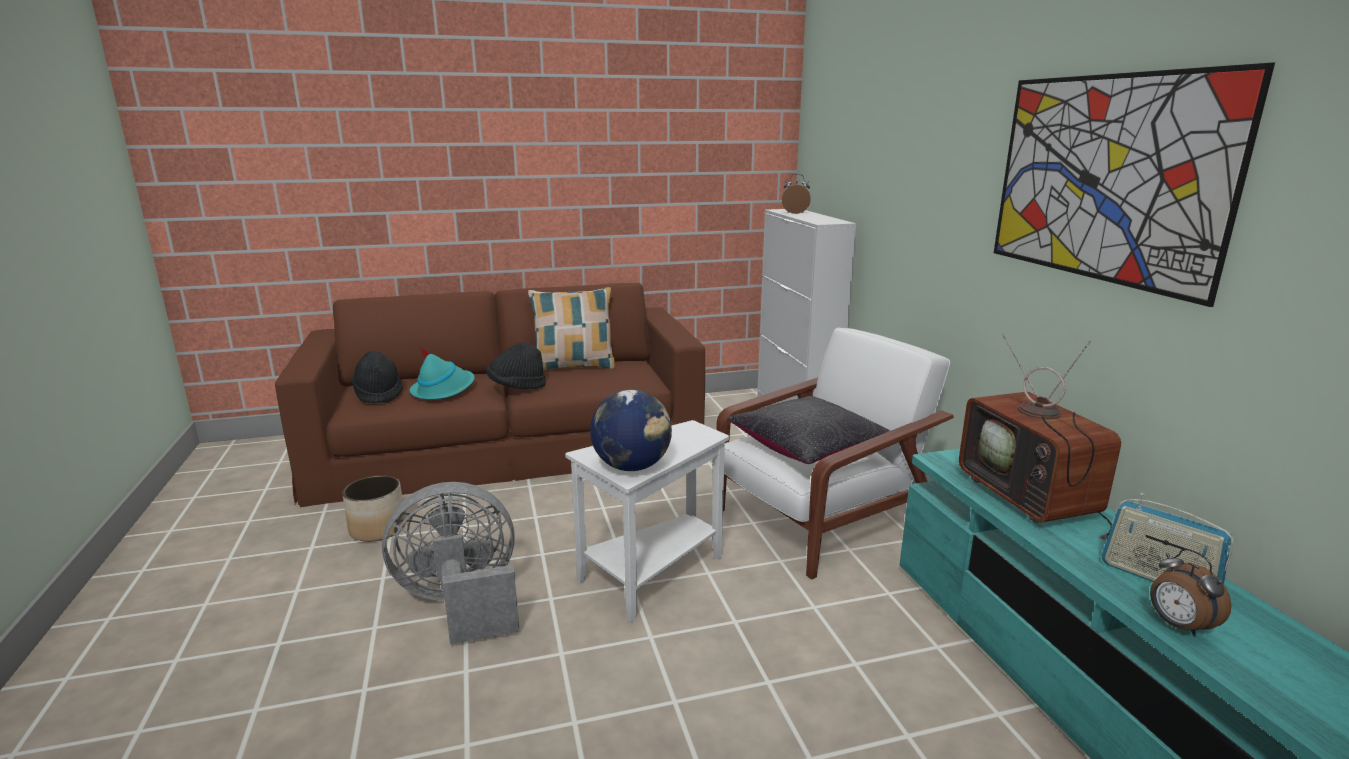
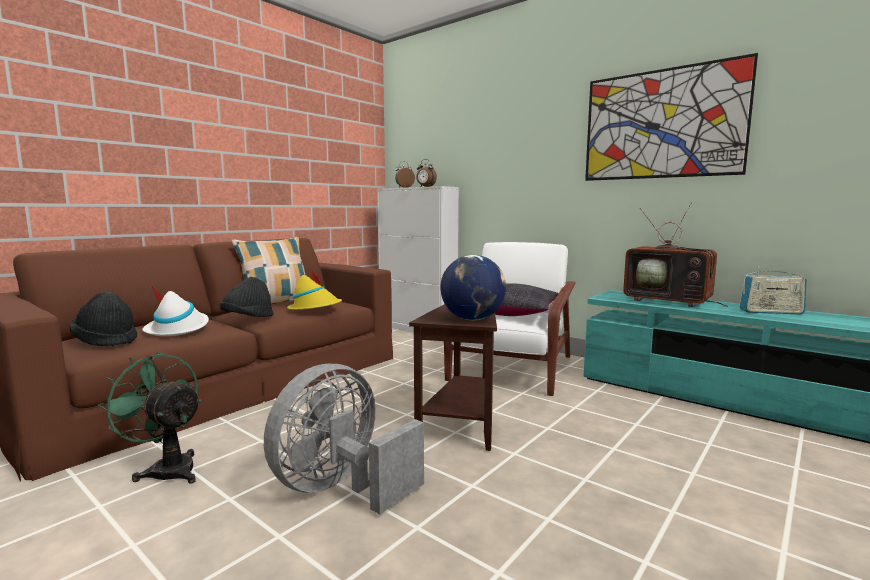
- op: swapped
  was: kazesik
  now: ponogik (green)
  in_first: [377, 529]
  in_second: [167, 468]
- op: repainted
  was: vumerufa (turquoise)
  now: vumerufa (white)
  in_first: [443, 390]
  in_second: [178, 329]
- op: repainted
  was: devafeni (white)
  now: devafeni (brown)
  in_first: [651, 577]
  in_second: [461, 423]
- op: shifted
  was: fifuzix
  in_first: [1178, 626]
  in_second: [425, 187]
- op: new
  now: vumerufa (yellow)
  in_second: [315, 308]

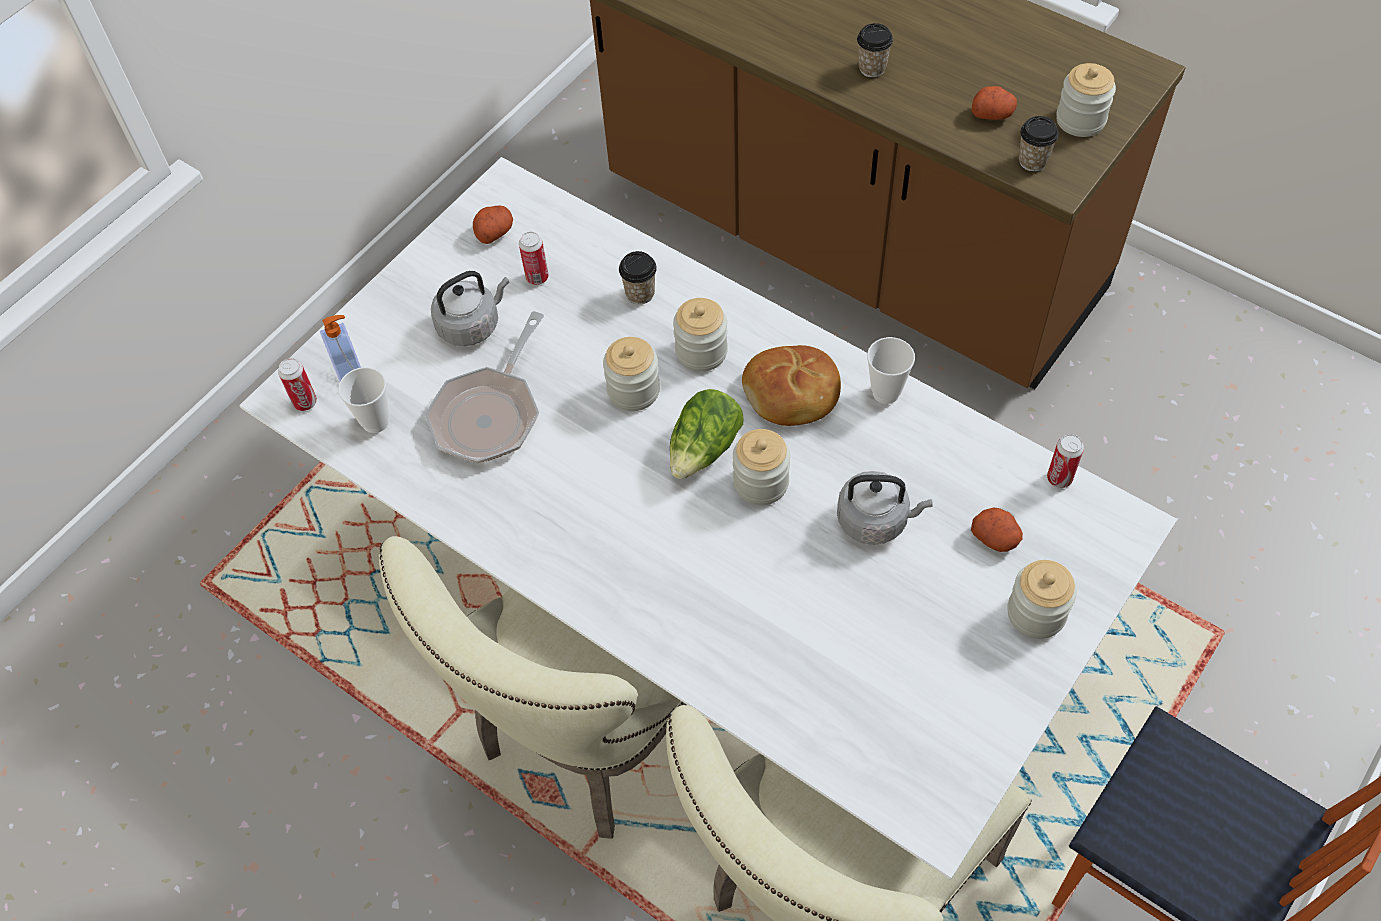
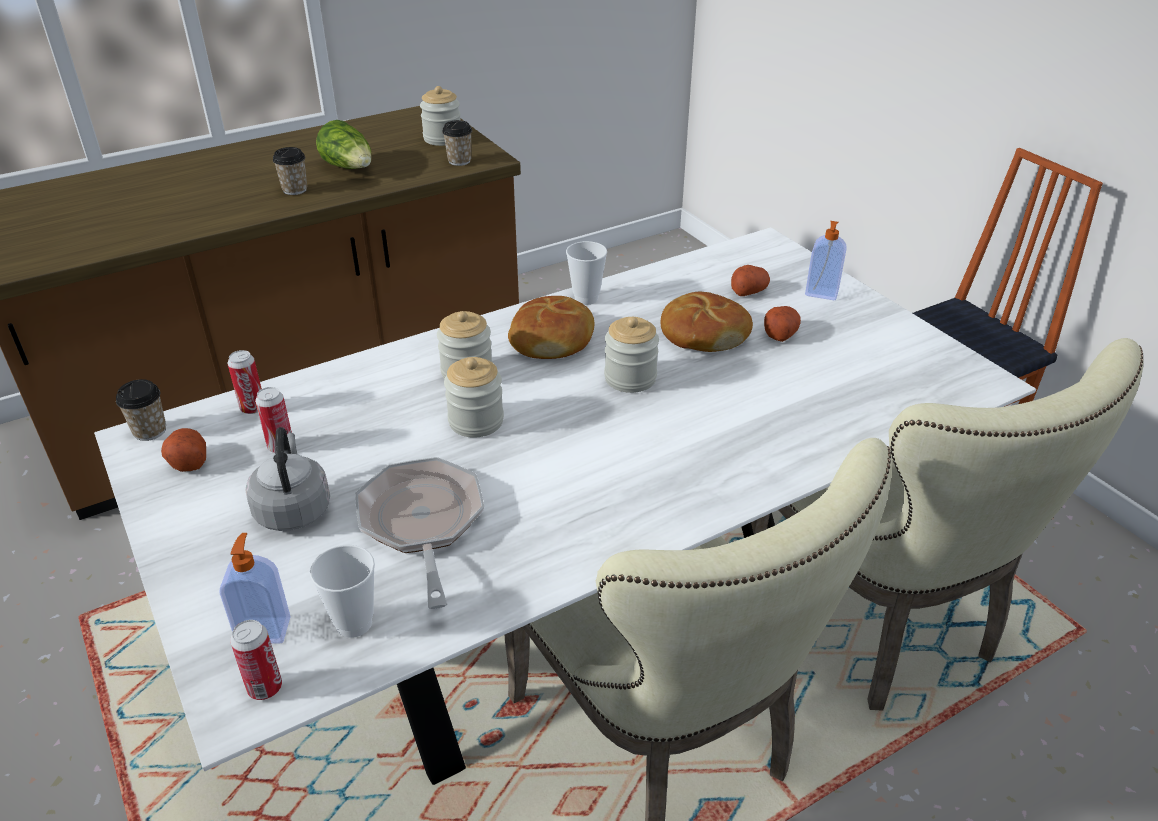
- op: rotated
  was: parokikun
  in_first: [490, 413]
  in_second: [422, 524]
  clockwise: -150
- op: shifted
  was: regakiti
  in_first: [640, 293]
  in_second: [150, 431]
- op: shifted
  was: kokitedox
  in_first: [704, 449]
  in_second: [350, 168]
- op: swapped
  was: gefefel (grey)
  now: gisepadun
  in_first: [876, 520]
  in_second: [703, 334]
- op: shifted
  was: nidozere
  in_first: [992, 113]
  in_second: [780, 333]
- op: swapped
  was: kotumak
  now: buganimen
  in_first: [1036, 613]
  in_second: [821, 293]
- op: shifted
  was: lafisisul
  in_first: [1059, 478]
  in_second: [253, 408]

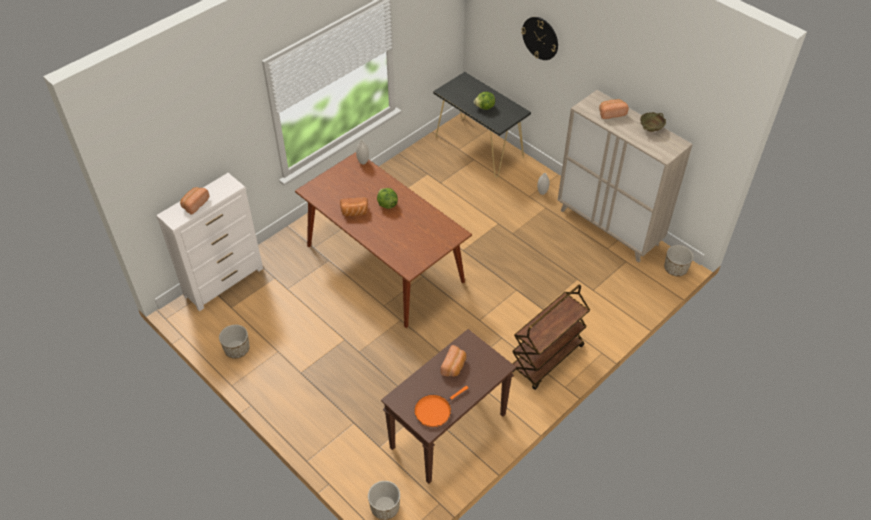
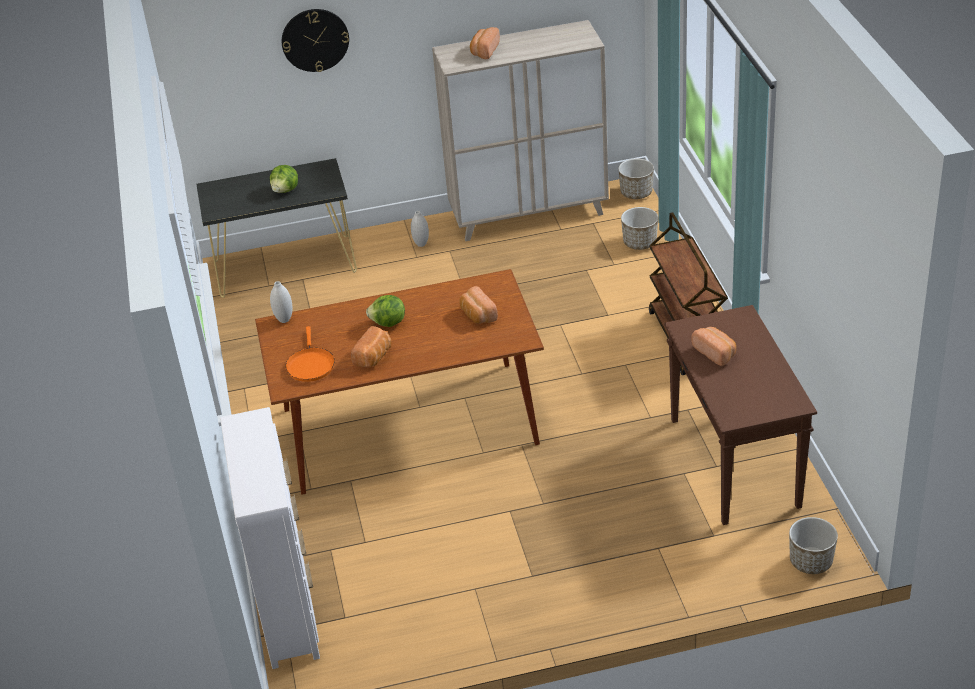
- op: shifted
  was: gisepadun
  in_first: [195, 204]
  in_second: [477, 315]
- op: shifted
  was: kazesik
  in_first: [237, 349]
  in_second: [640, 242]
- op: shifted
  was: parokikun (orange)
  in_first: [435, 410]
  in_second: [310, 365]
- op: gone
  was: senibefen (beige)
  in_first: [651, 128]

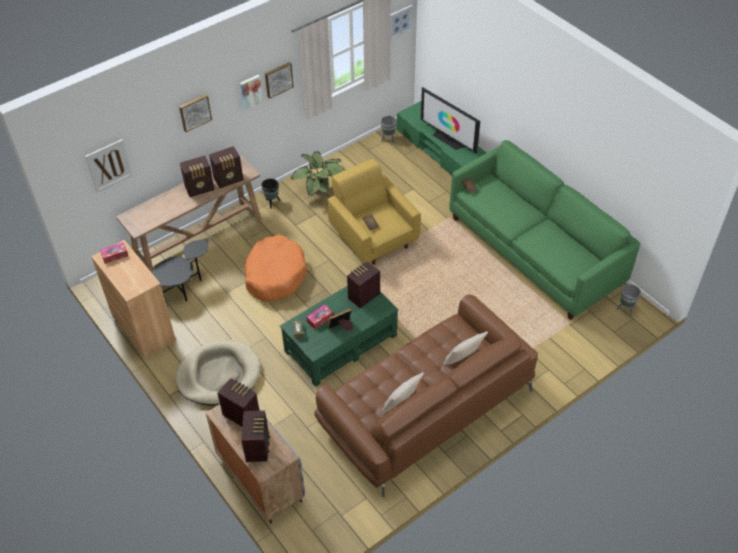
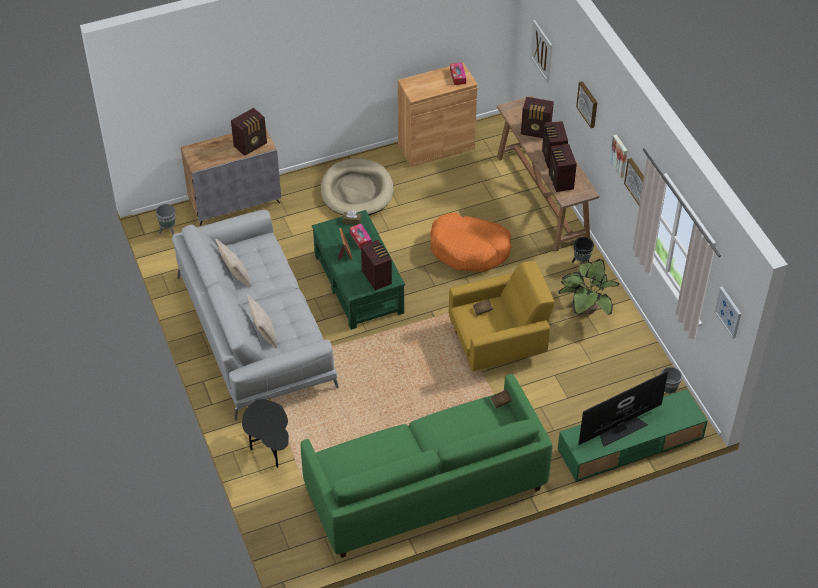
- op: shifted
  was: devafeni (black)
  in_first: [184, 289]
  in_second: [270, 449]
- op: shifted
  was: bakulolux
  in_first: [258, 446]
  in_second: [536, 131]
- op: repainted
  was: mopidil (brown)
  now: mopidil (grey)
  in_first: [425, 408]
  in_second: [254, 330]
- op: shifted
  was: kazesik (grey)
  in_first: [625, 309]
  in_second: [168, 231]

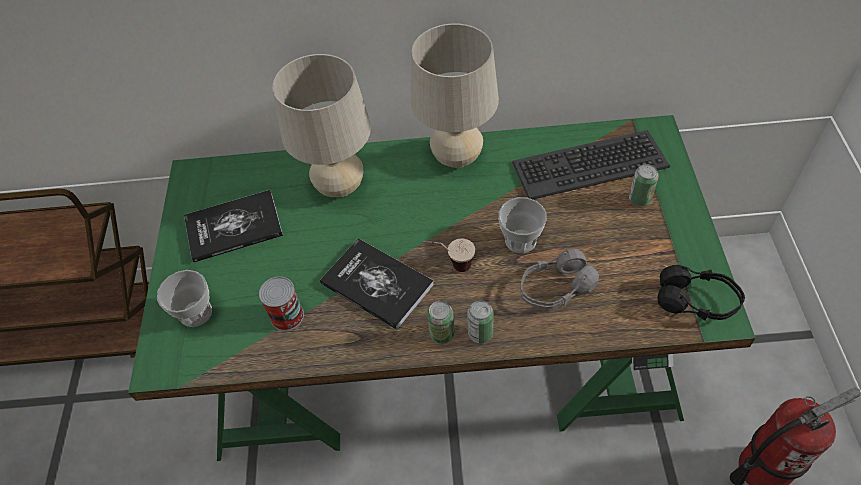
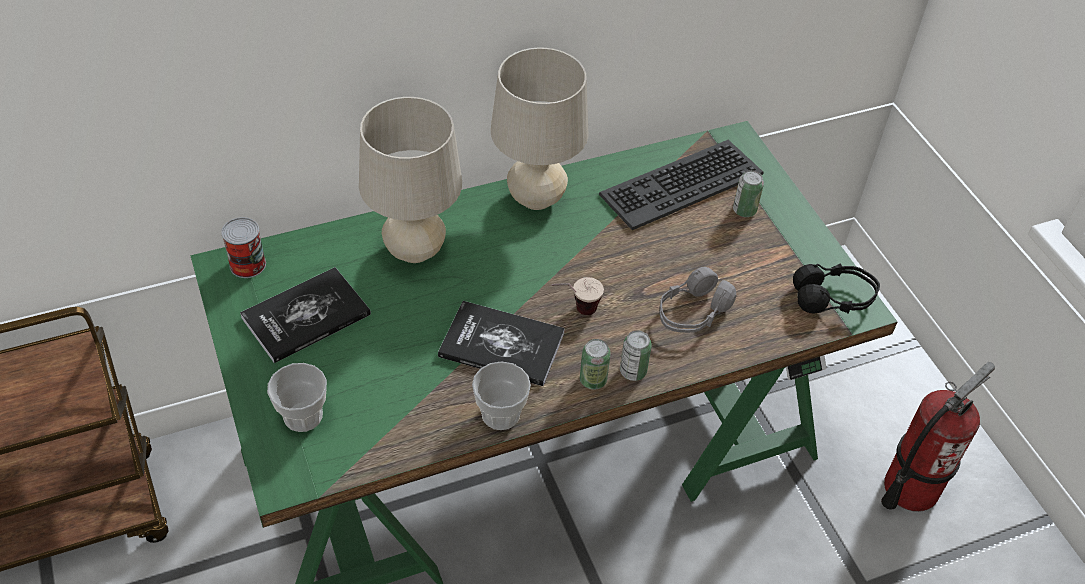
- op: shifted
  was: lafisisul
  in_first: [287, 315]
  in_second: [248, 264]
- op: shifted
  was: regakiti
  in_first: [520, 240]
  in_second: [500, 414]

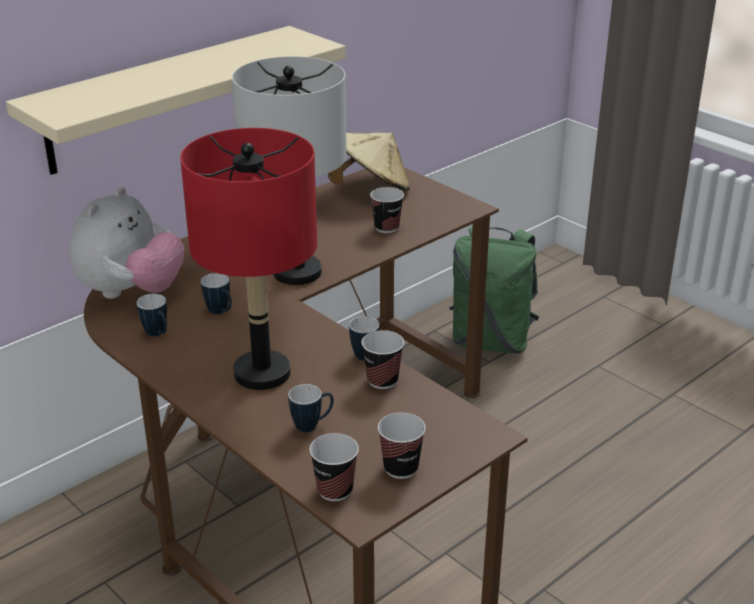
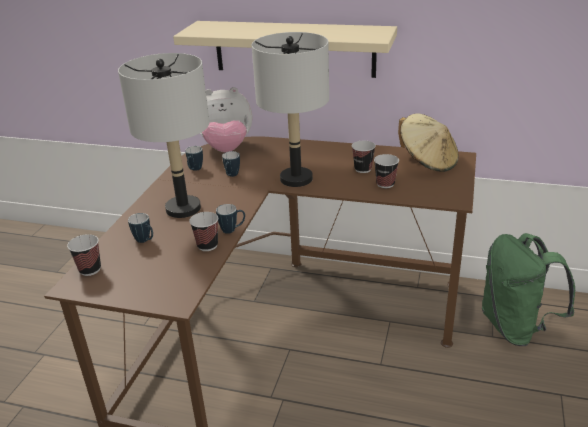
- op: repainted
  was: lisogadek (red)
  now: lisogadek (grey)
  in_first: [263, 373]
  in_second: [183, 209]
- op: shifted
  was: regakiti
  in_first: [401, 468]
  in_second: [363, 169]

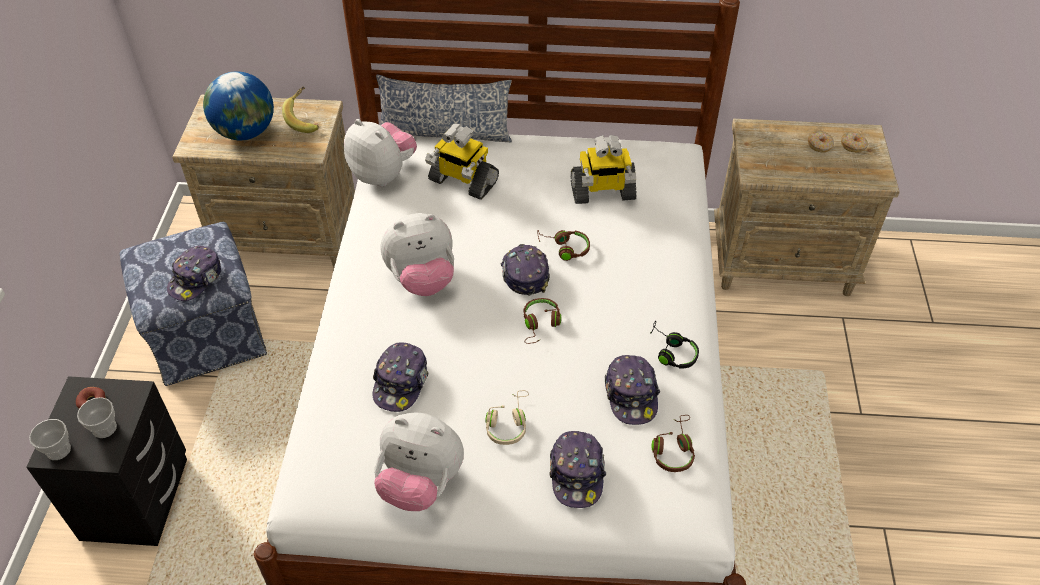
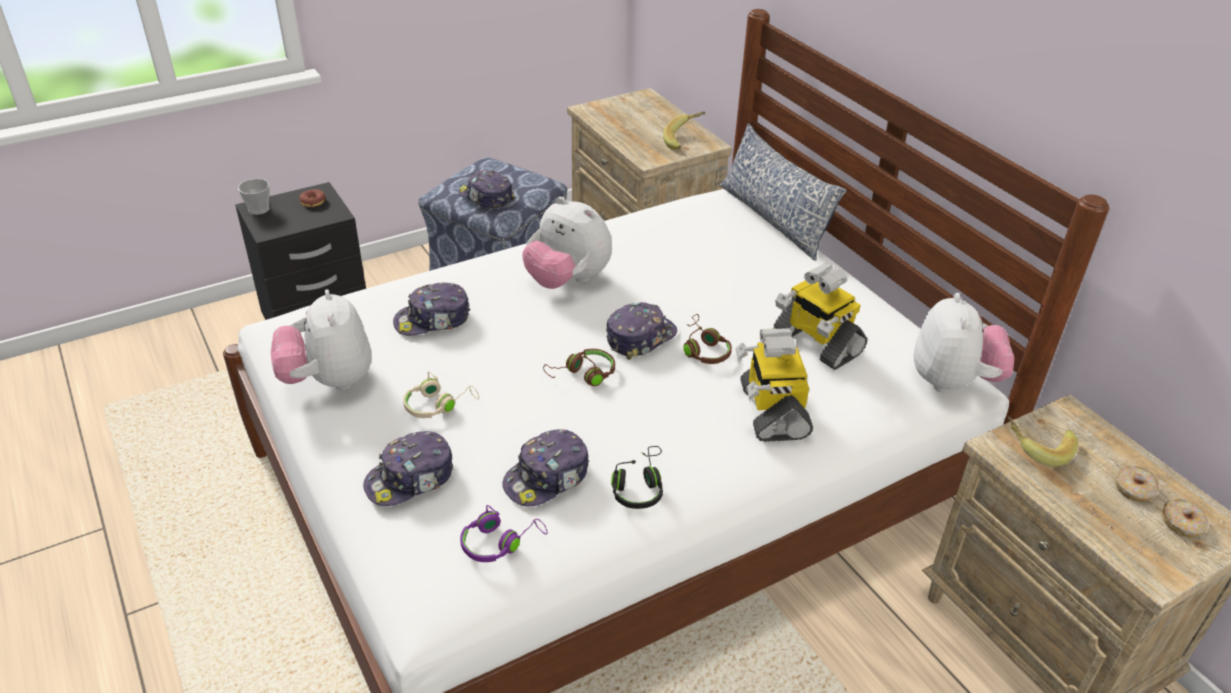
- op: gone
  was: regakiti
  in_first: [104, 428]
- op: rotated
  was: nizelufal
  in_first: [196, 279]
  in_second: [486, 197]
  clockwise: 45
- op: gone
  was: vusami
  in_first: [245, 132]
- op: shifted
  was: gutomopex
  in_first: [383, 174]
  in_second: [953, 382]
- op: shifted
  was: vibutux
  in_first: [462, 181]
  in_second: [771, 411]
- op: repainted
  was: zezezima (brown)
  now: zezezima (purple)
  in_first: [673, 449]
  in_second: [500, 542]
- op: new
  now: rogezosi
  in_second: [1036, 449]

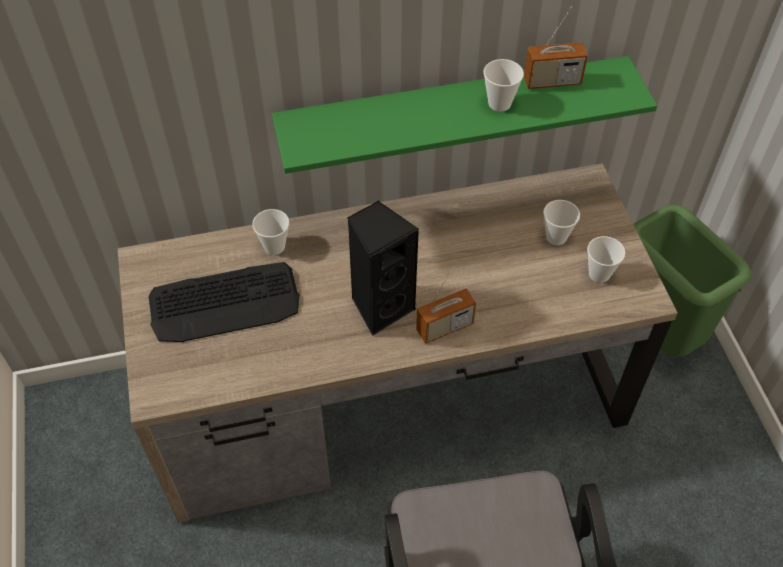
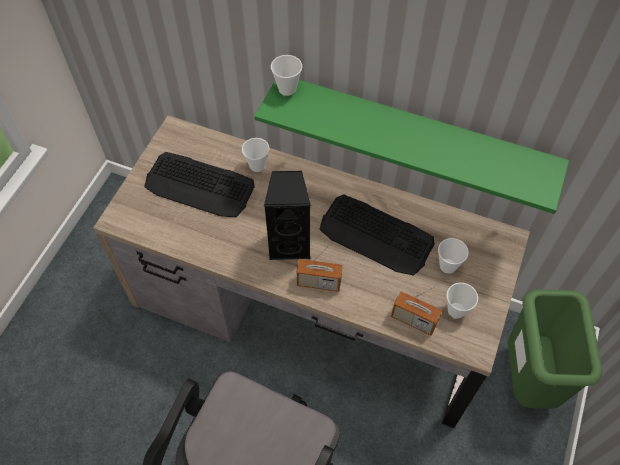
- op: shifted
  was: regakiti
  in_first: [499, 103]
  in_second: [287, 89]
- op: shifted
  was: bakulolux
  in_first: [552, 81]
  in_second: [413, 320]
- op: new
  now: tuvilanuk
  in_second: [376, 235]

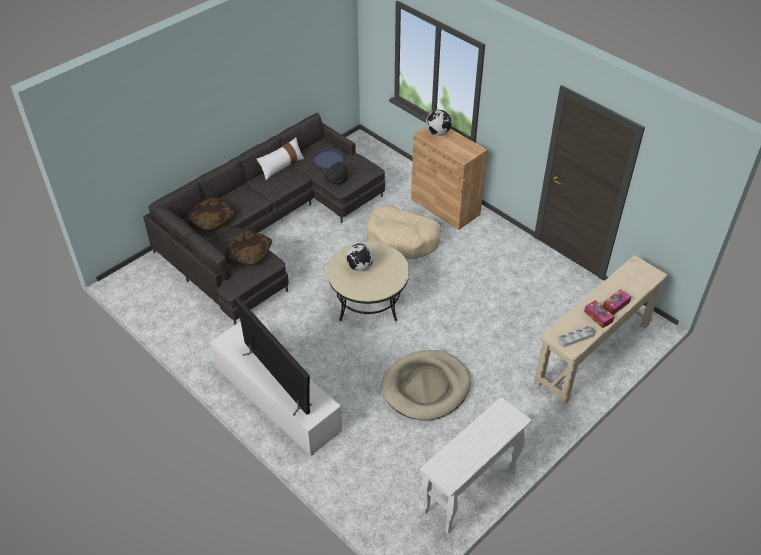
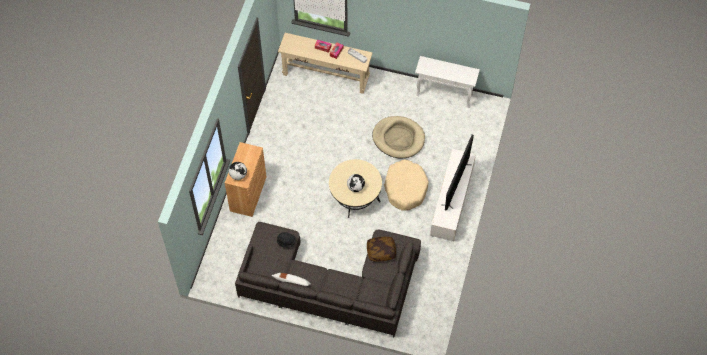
- op: gone
  was: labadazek
  in_first: [212, 220]
- op: gone
  was: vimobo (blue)
  in_first: [328, 159]
- op: shifted
  was: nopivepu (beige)
  in_first: [402, 239]
  in_second: [405, 188]

